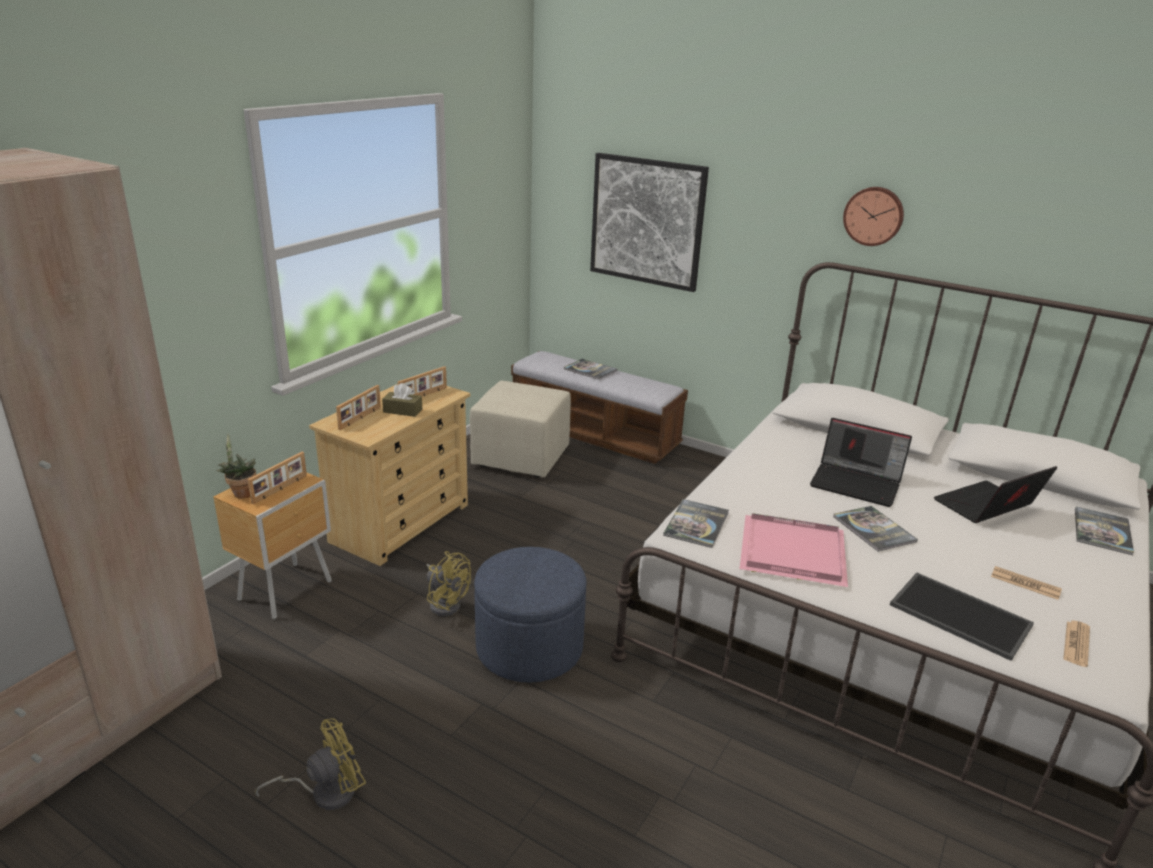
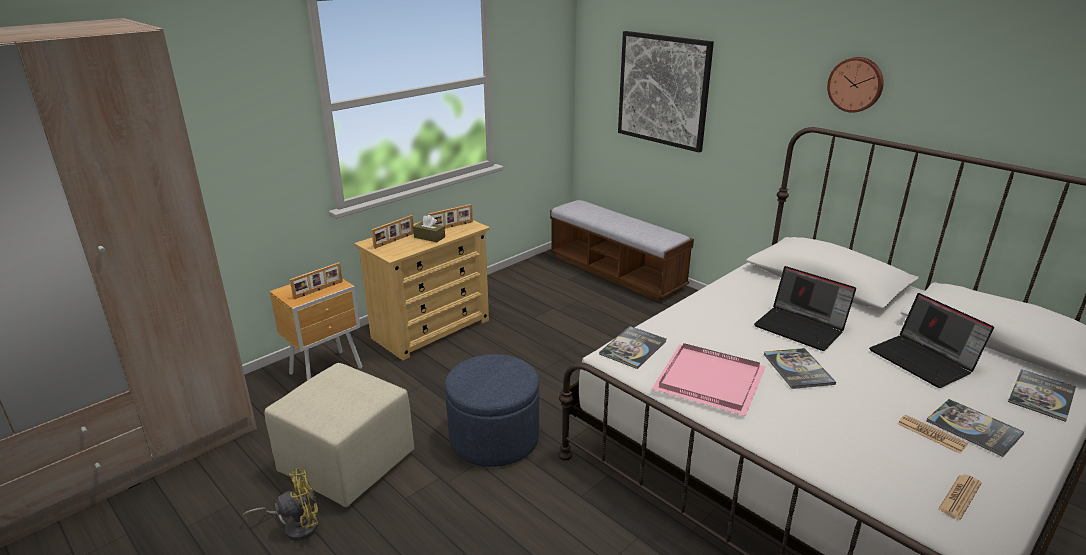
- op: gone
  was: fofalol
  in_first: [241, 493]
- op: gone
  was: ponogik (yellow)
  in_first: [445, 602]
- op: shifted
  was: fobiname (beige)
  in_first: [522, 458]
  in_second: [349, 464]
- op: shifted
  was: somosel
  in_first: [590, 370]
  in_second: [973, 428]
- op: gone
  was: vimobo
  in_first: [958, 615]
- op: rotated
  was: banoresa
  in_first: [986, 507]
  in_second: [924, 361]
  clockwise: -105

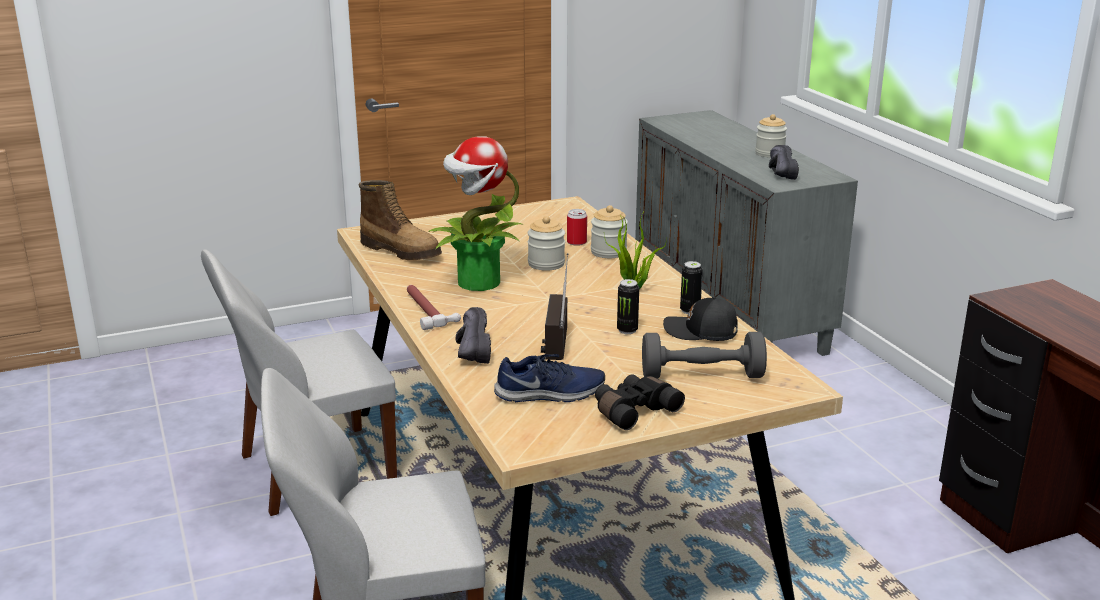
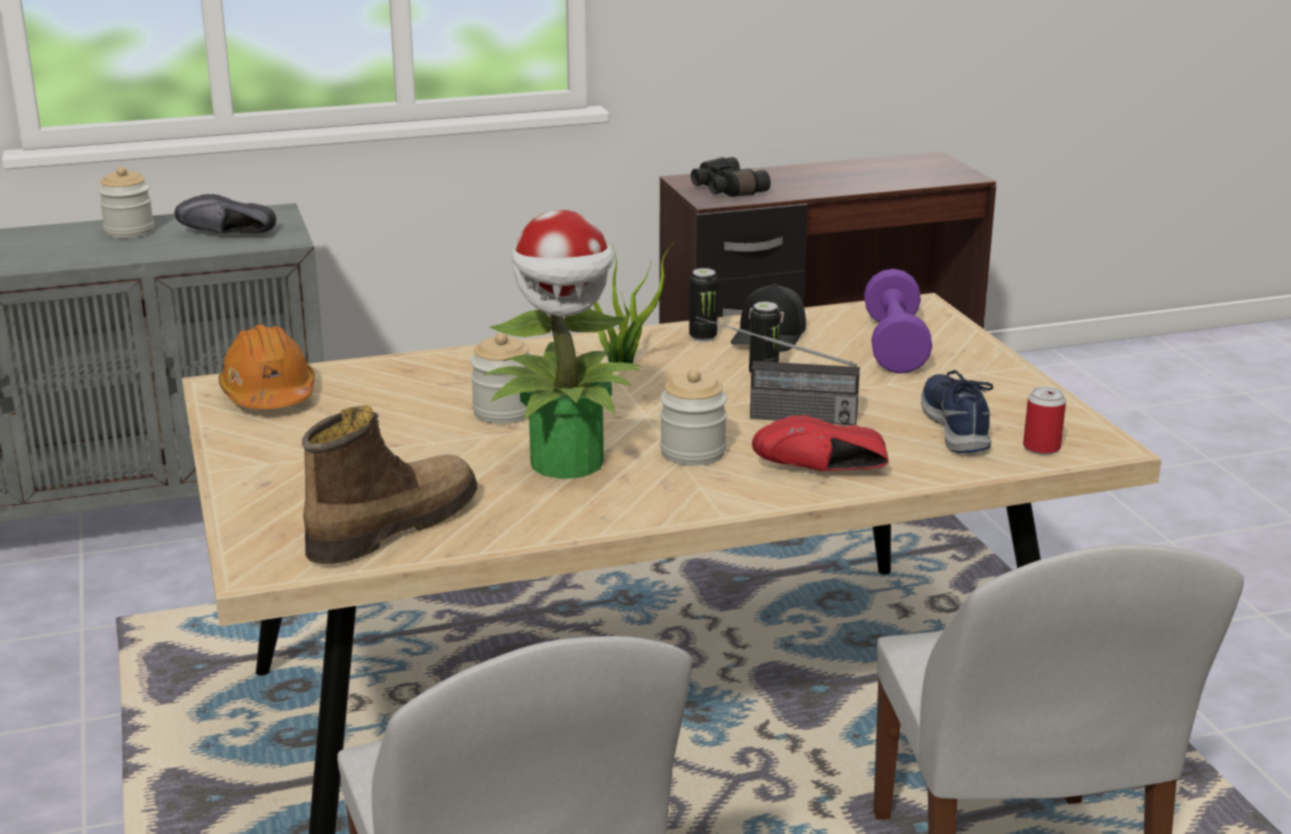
- op: gone
  was: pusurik
  in_first: [427, 309]
- op: repainted
  was: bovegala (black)
  now: bovegala (red)
  in_first: [469, 349]
  in_second: [824, 472]
- op: shifted
  was: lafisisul
  in_first: [576, 242]
  in_second: [1041, 448]
- op: shifted
  was: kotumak
  in_first: [608, 252]
  in_second: [693, 452]
- op: shifted
  was: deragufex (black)
  in_first: [633, 411]
  in_second: [725, 190]
- op: repainted
  was: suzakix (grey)
  now: suzakix (purple)
  in_first: [702, 375]
  in_second: [895, 346]
- op: new
  now: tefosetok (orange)
  in_second: [269, 395]

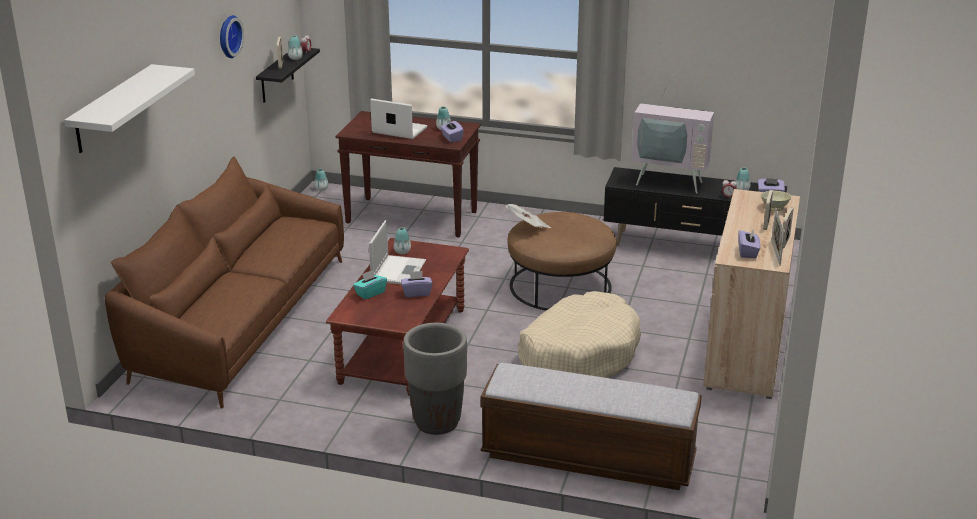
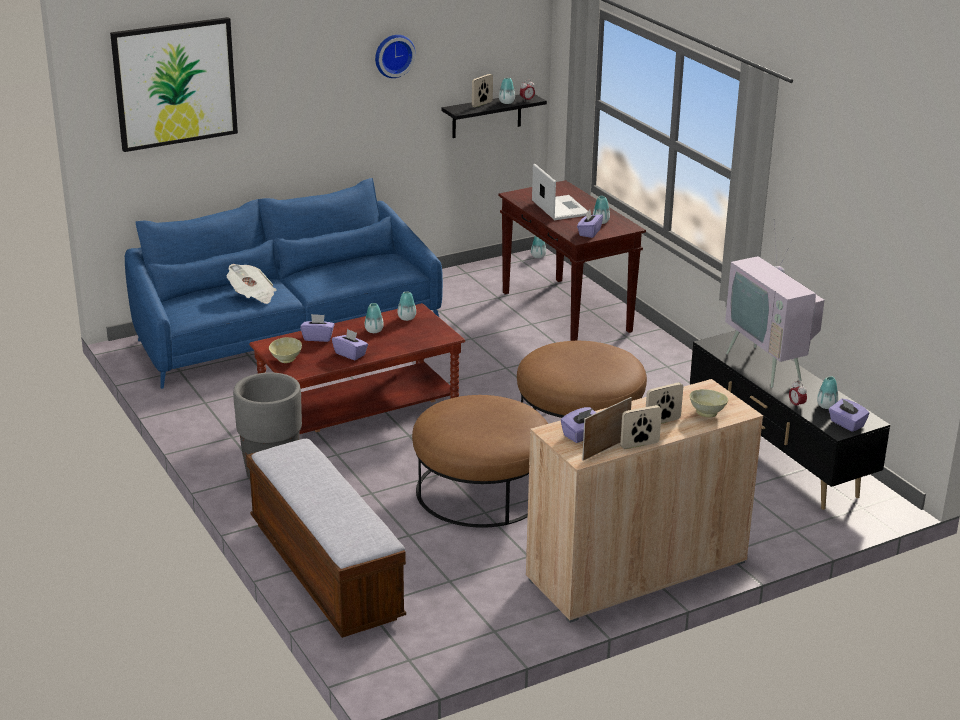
- op: swapped
  was: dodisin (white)
  now: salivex
  in_first: [113, 109]
  in_second: [175, 83]
- op: repainted
  was: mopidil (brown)
  now: mopidil (blue)
  in_first: [238, 320]
  in_second: [285, 332]
- op: repainted
  was: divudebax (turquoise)
  now: divudebax (purple)
  in_first: [370, 293]
  in_second: [318, 338]
- op: swapped
  was: banoresa
  now: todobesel
  in_first: [398, 270]
  in_second: [374, 331]
- op: shifted
  was: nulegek
  in_first: [528, 227]
  in_second: [252, 295]
- op: swapped
  was: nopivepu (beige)
  now: fobiname (brown)
  in_first: [579, 353]
  in_second: [480, 491]
- op: new
  now: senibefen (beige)
  in_second: [285, 360]

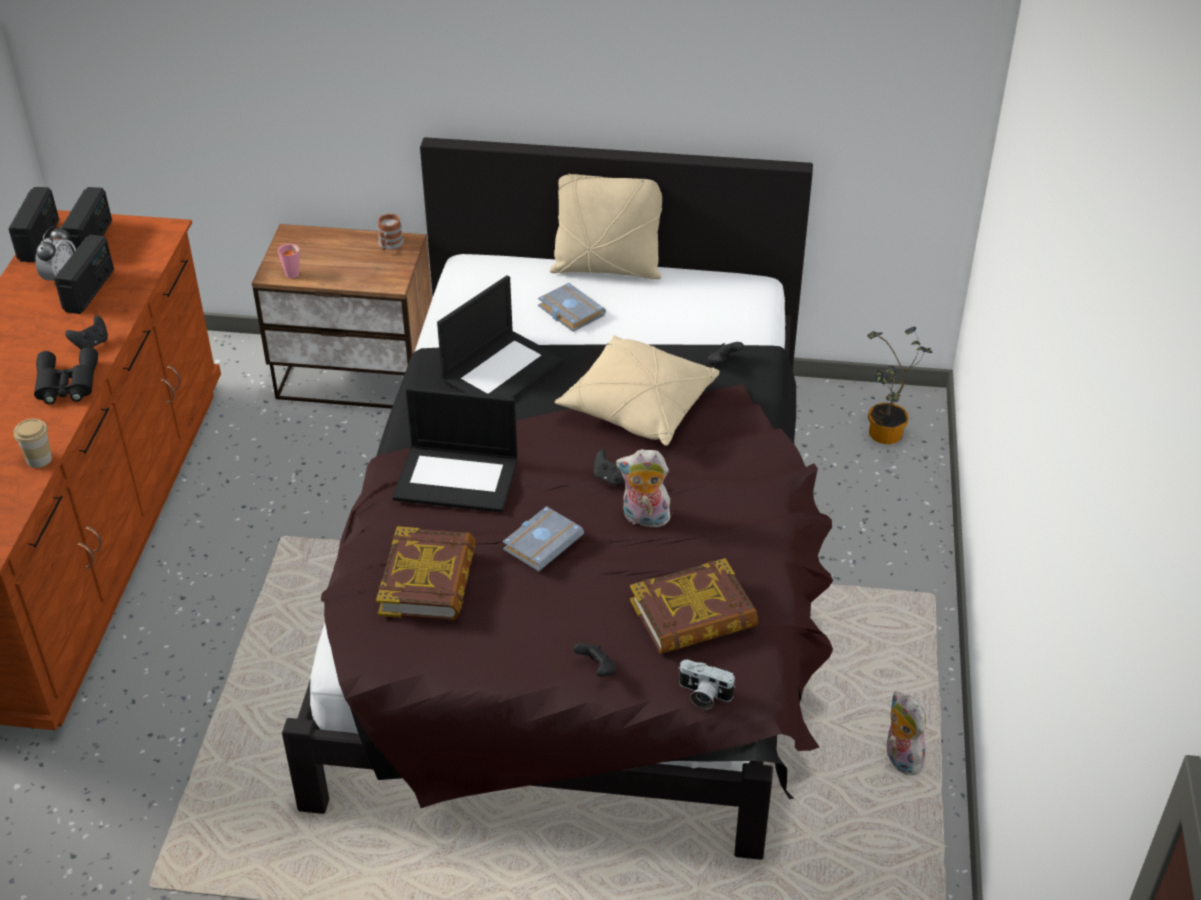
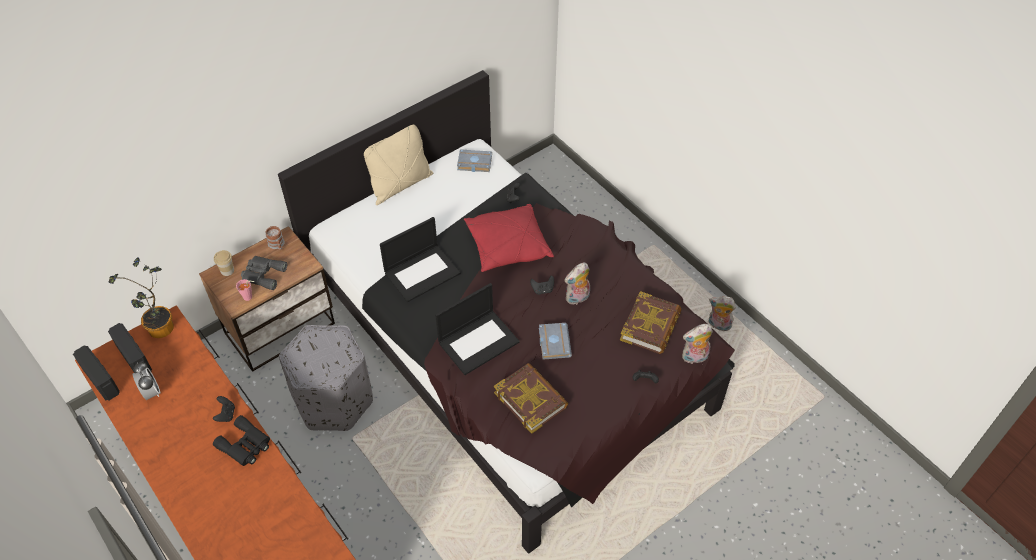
- op: shifted
  was: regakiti
  in_first: [39, 459]
  in_second: [227, 270]
- op: gone
  was: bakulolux
  in_first: [89, 290]
- op: rotated
  was: banoresa
  in_first: [503, 370]
  in_second: [422, 272]
  clockwise: 60
- op: shifted
  was: somosel (grey)
  in_first: [569, 311]
  in_second: [473, 163]
- op: repainted
  was: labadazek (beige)
  now: labadazek (red)
  in_first: [638, 406]
  in_second: [507, 246]
- op: swapped
  was: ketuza
  now: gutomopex
  in_first: [703, 695]
  in_second: [694, 358]
- op: shifted
  was: fofalol
  in_first: [884, 437]
  in_second: [162, 331]
- op: new
  now: deragufex (grey)
  in_second: [263, 274]
- op: new
  now: fobiname (grey)
  in_second: [334, 400]

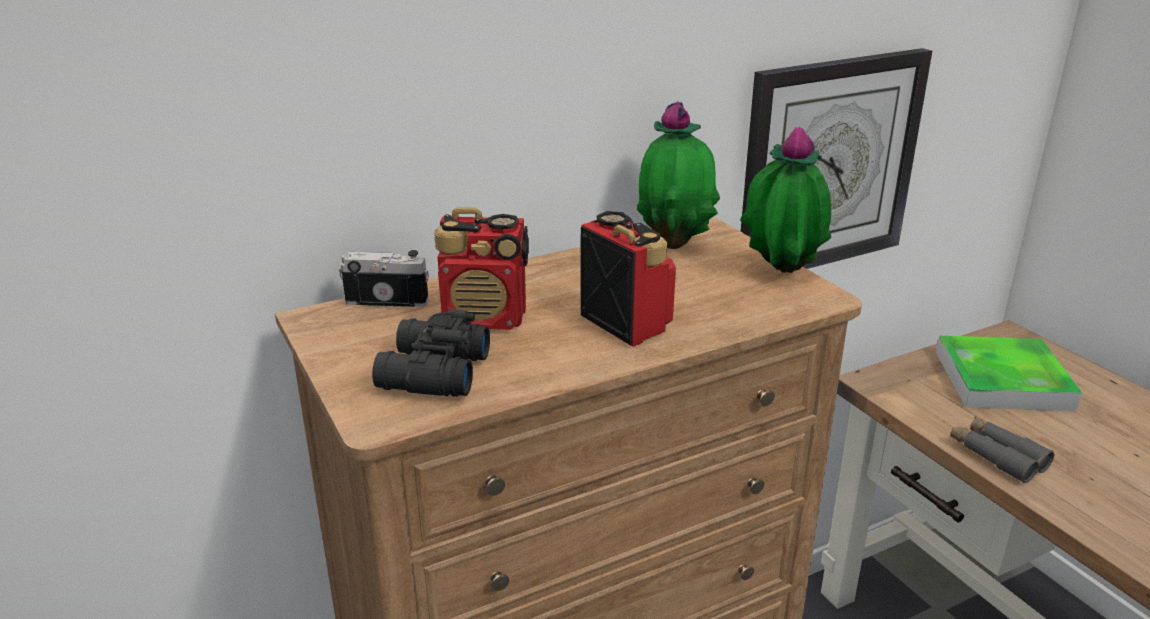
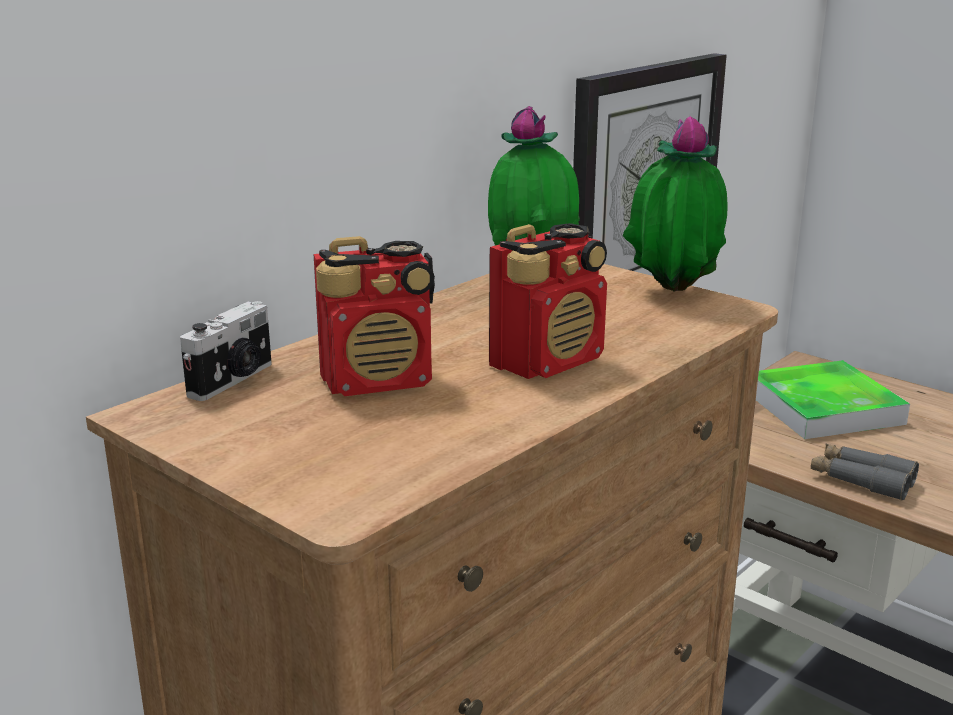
- op: rotated
  was: ketuza
  in_first: [387, 300]
  in_second: [234, 380]
  clockwise: 135
- op: gone
  was: deragufex (black)
  in_first: [431, 373]
- op: rotated
  was: bakulolux
  in_first: [624, 323]
  in_second: [548, 362]
  clockwise: 105

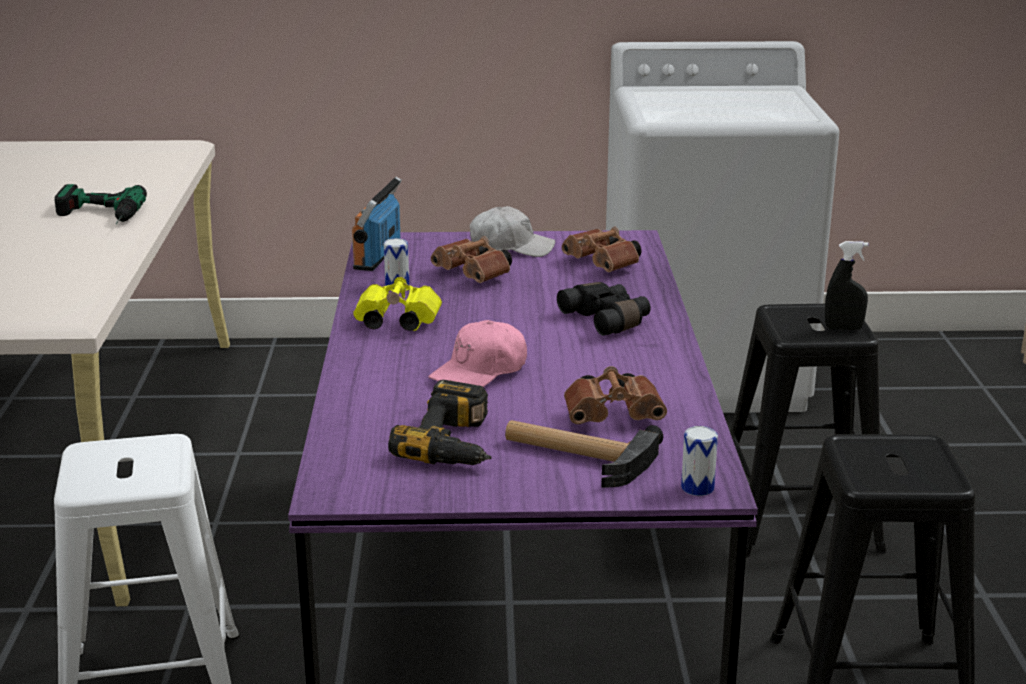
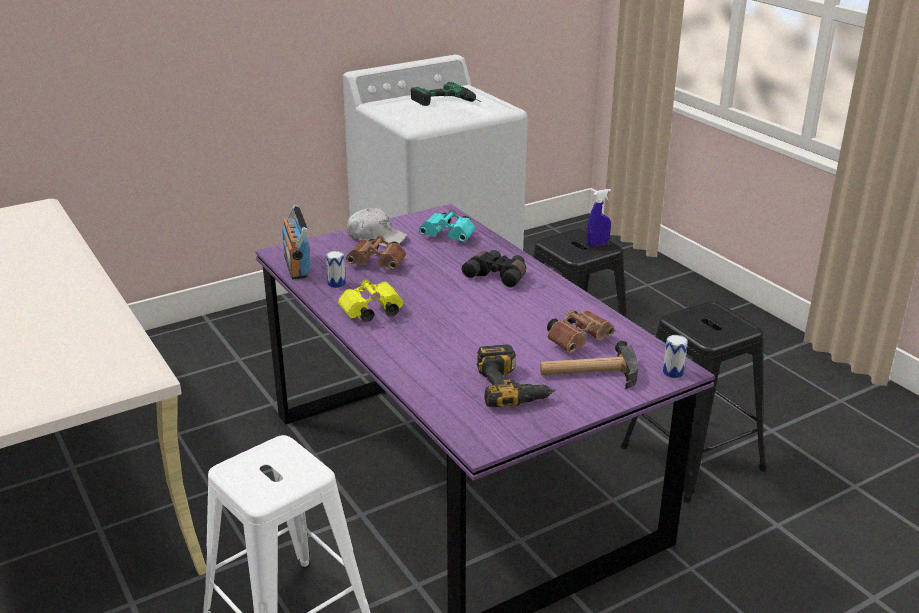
- op: shifted
  was: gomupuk
  in_first: [97, 217]
  in_second: [448, 102]
- op: gone
  was: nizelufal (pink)
  in_first: [480, 373]
- op: rotated
  was: nizelufal (white)
  in_first: [510, 247]
  in_second: [376, 237]
  clockwise: 45
- op: repainted
  was: deragufex (brown)
  now: deragufex (turquoise)
  in_first: [604, 265]
  in_second: [450, 236]
- op: repainted
  was: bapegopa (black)
  now: bapegopa (blue)
  in_first: [843, 328]
  in_second: [597, 244]

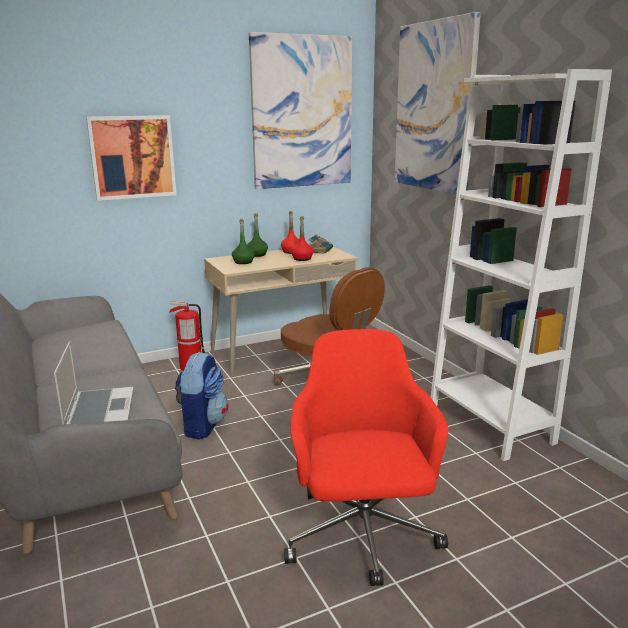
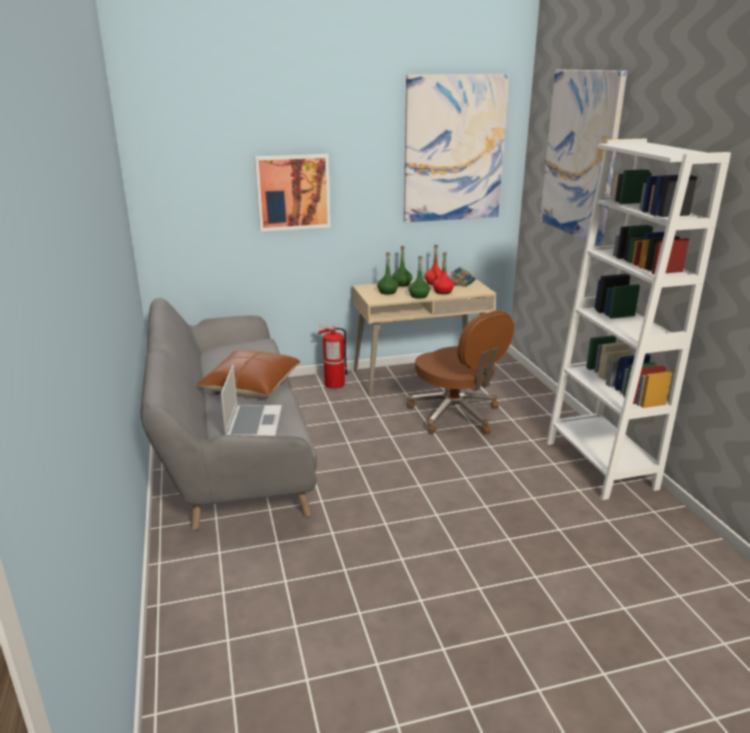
- op: gone
  was: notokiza
  in_first: [202, 425]
- op: gone
  was: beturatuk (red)
  in_first: [362, 536]
- op: new
  now: labadazek (brown)
  in_second: [251, 385]
- op: new
  now: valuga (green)
  in_second: [419, 296]

